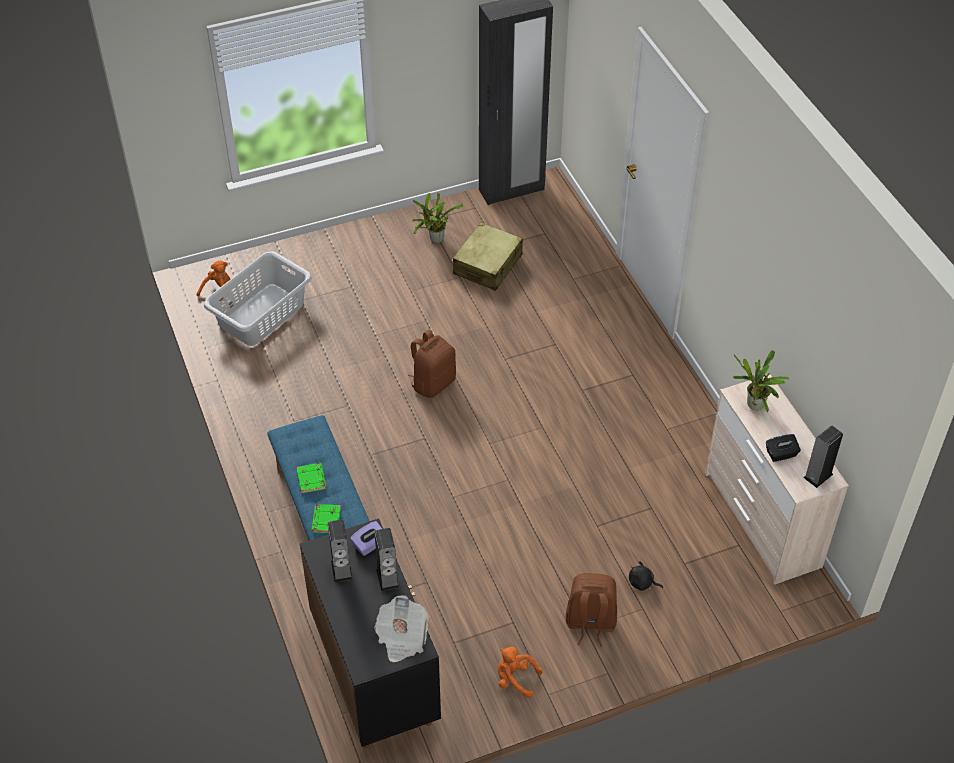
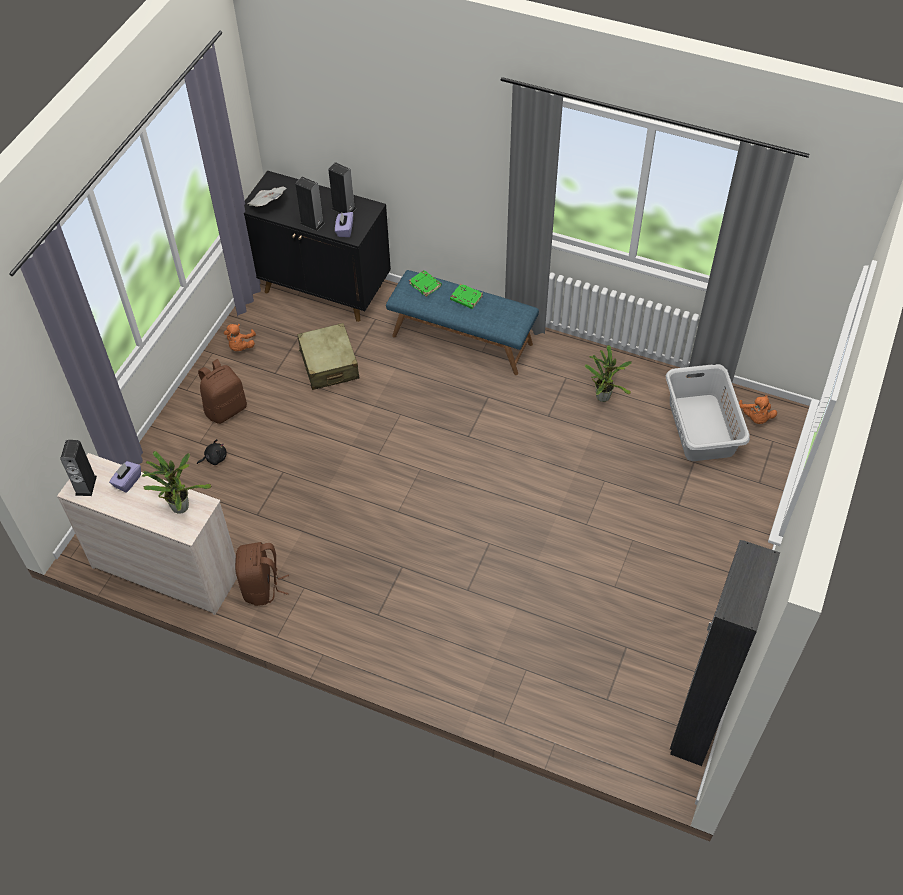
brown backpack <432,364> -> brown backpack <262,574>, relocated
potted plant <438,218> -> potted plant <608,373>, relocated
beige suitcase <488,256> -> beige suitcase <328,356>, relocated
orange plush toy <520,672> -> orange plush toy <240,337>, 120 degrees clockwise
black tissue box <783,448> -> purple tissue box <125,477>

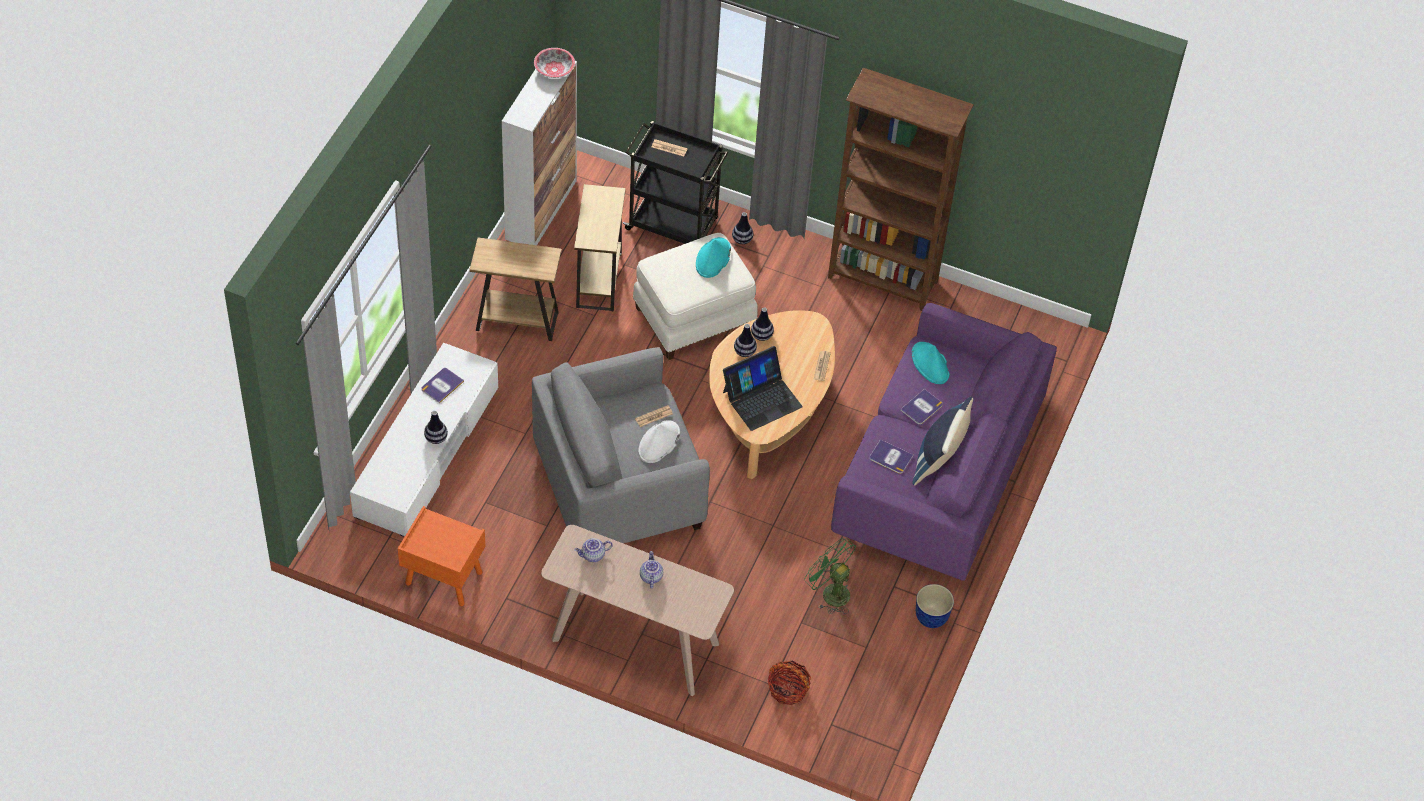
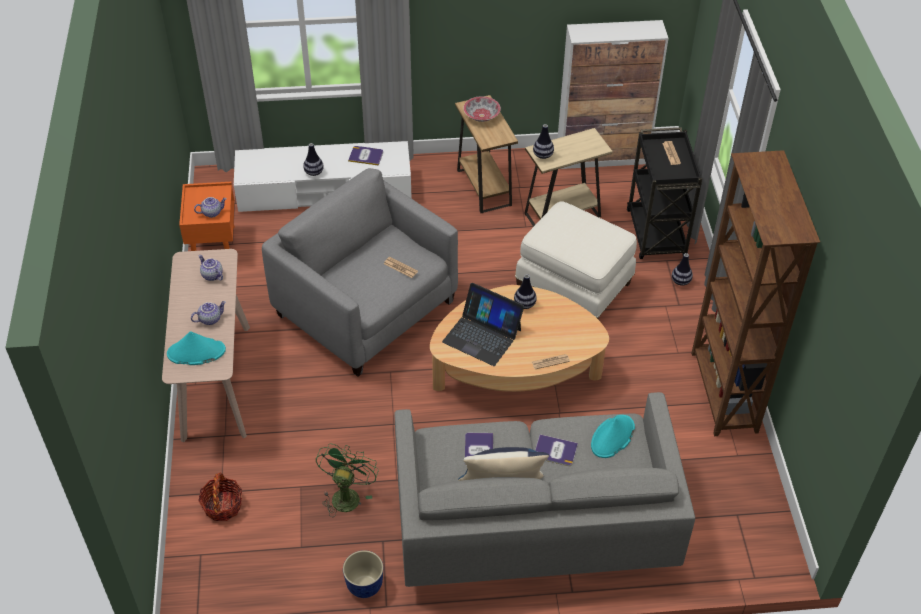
bowl <554,63> -> bowl <482,109>, relocated
white hat <659,441> -> none
turquoise hat <713,257> -> turquoise hat <196,348>, relocated
vase <762,324> -> vase <543,141>, relocated
purple sofa <944,442> -> grey sofa <544,489>
none -> teapot <210,207>

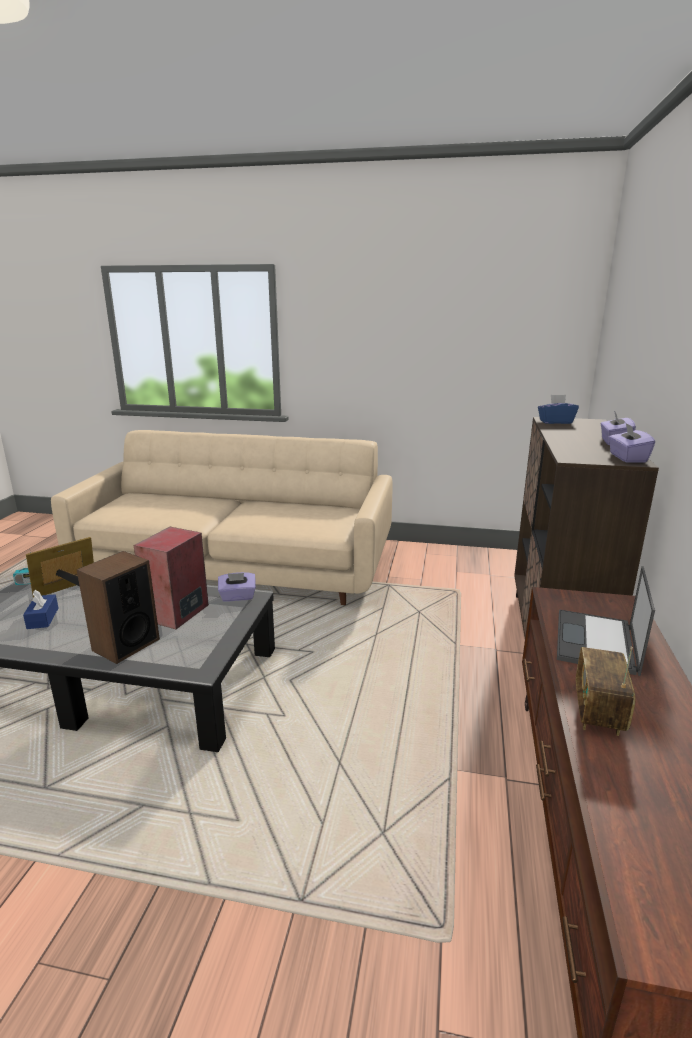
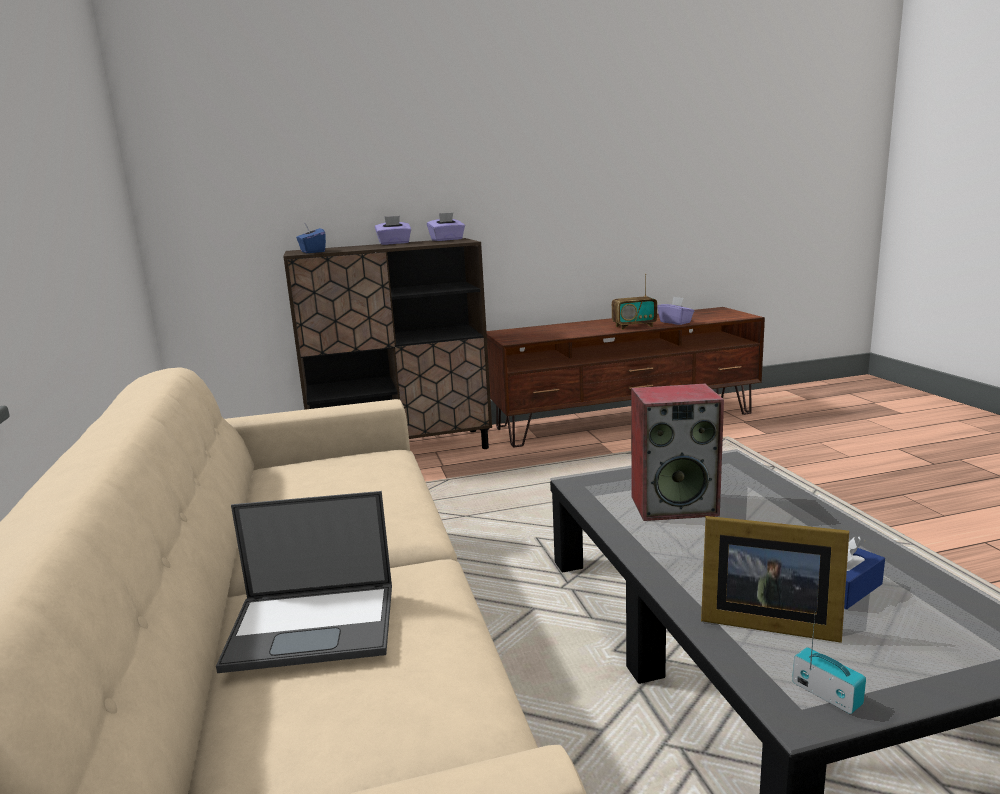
speaker <118,607> -> none
purple tissue box <237,587> -> purple tissue box <675,311>, relocated
laptop <606,621> -> laptop <304,582>, relocated

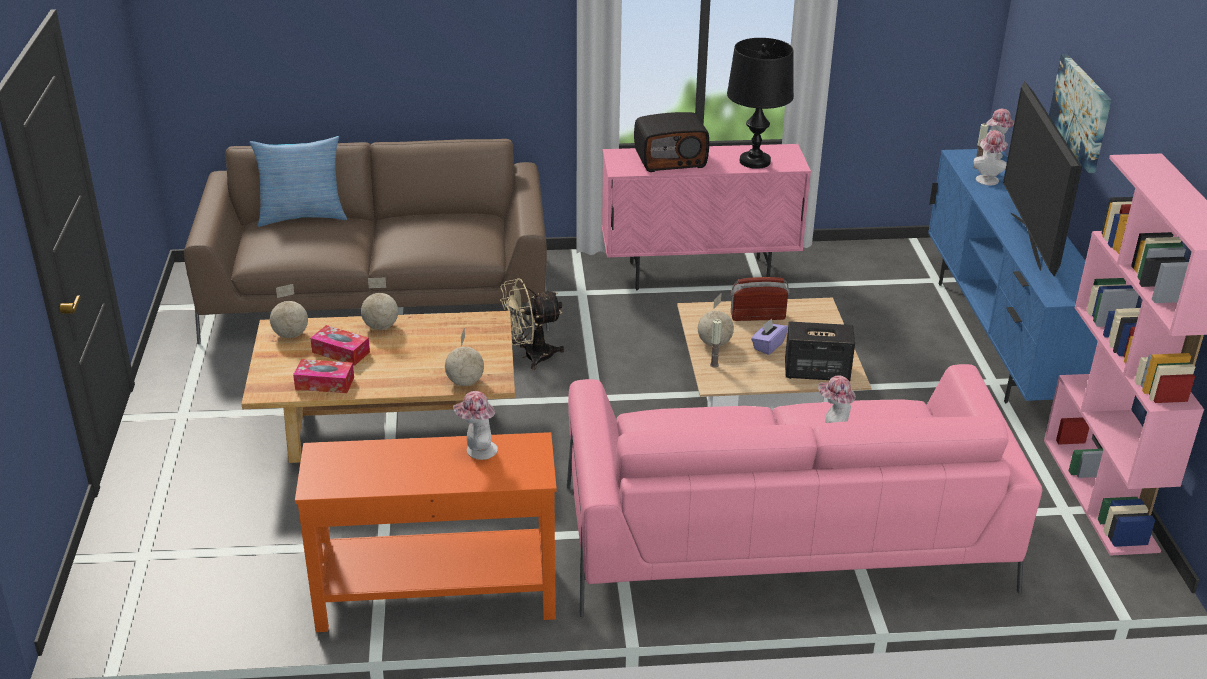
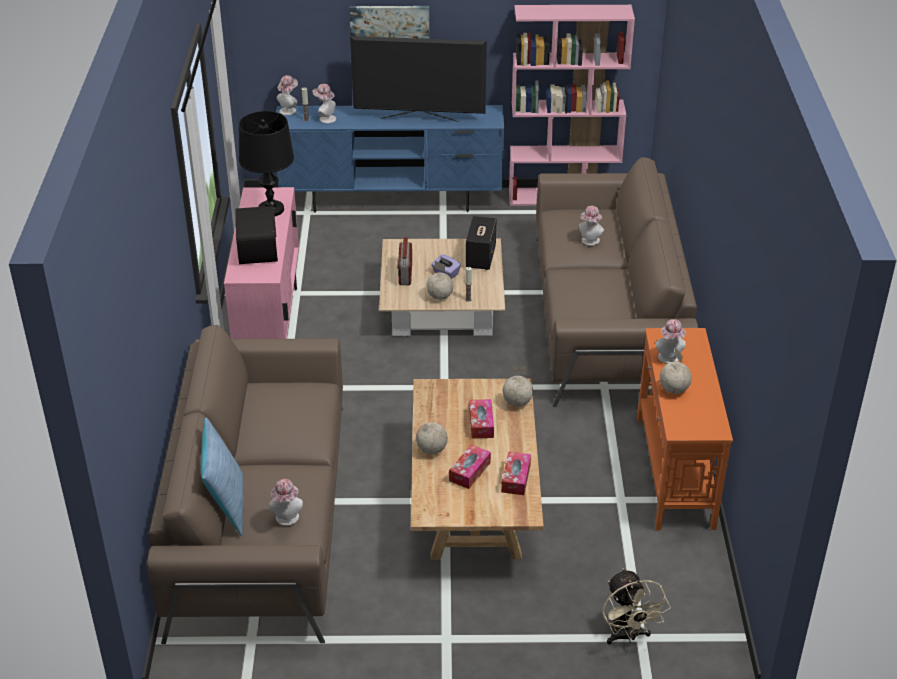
globe <289,311> -> globe <675,370>, relocated
beige fan <532,324> -> beige fan <636,606>, relocated
pink sofa <804,490> -> brown sofa <617,282>
none -> hat <286,502>
none -> tissue box <481,419>

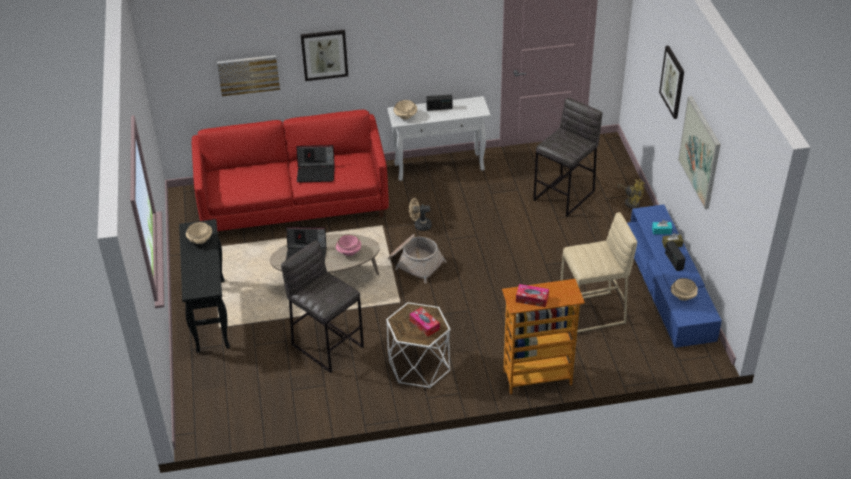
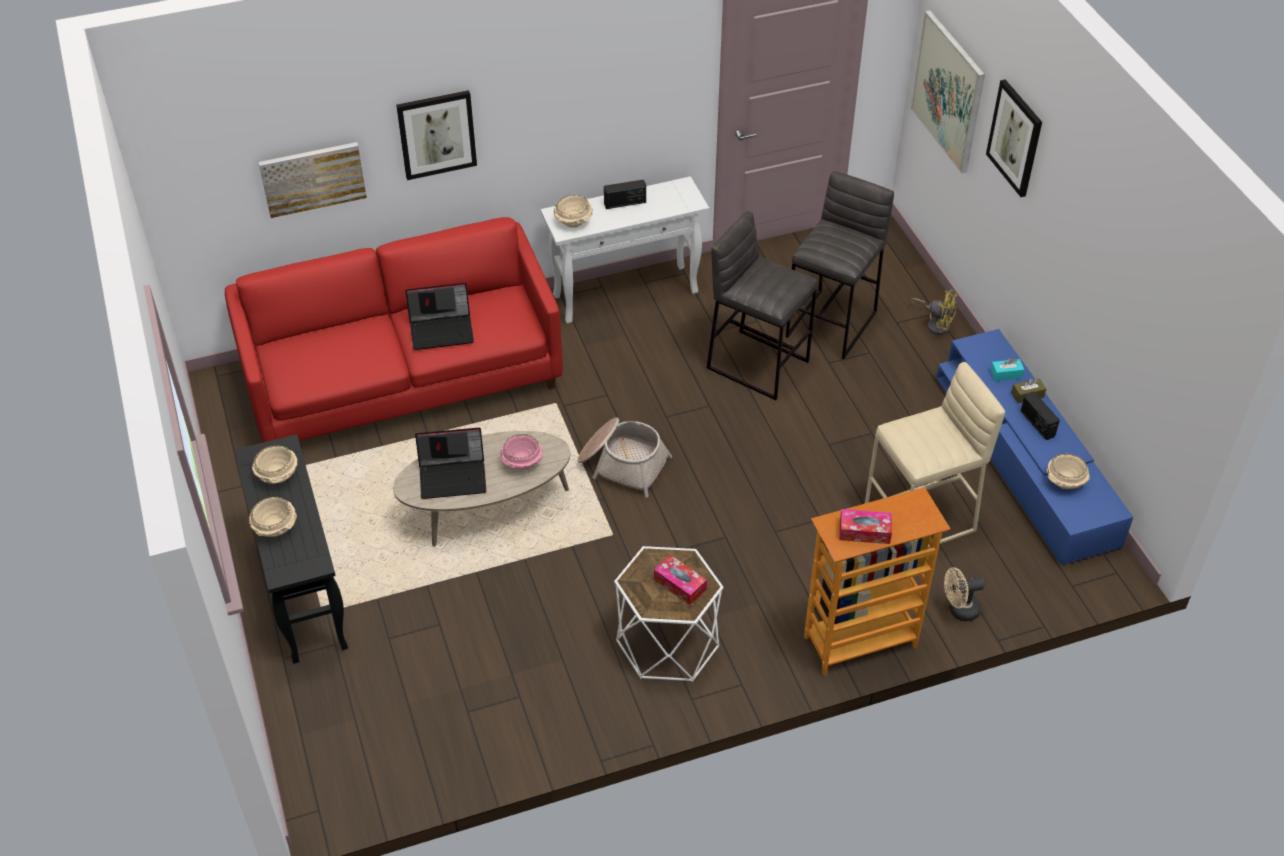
grey stool <322,306> -> grey stool <762,305>, relocated
beige fan <420,214> -> beige fan <964,594>, relocated
picture <699,152> -> picture <948,91>, relocated
none -> beige bowl <273,517>

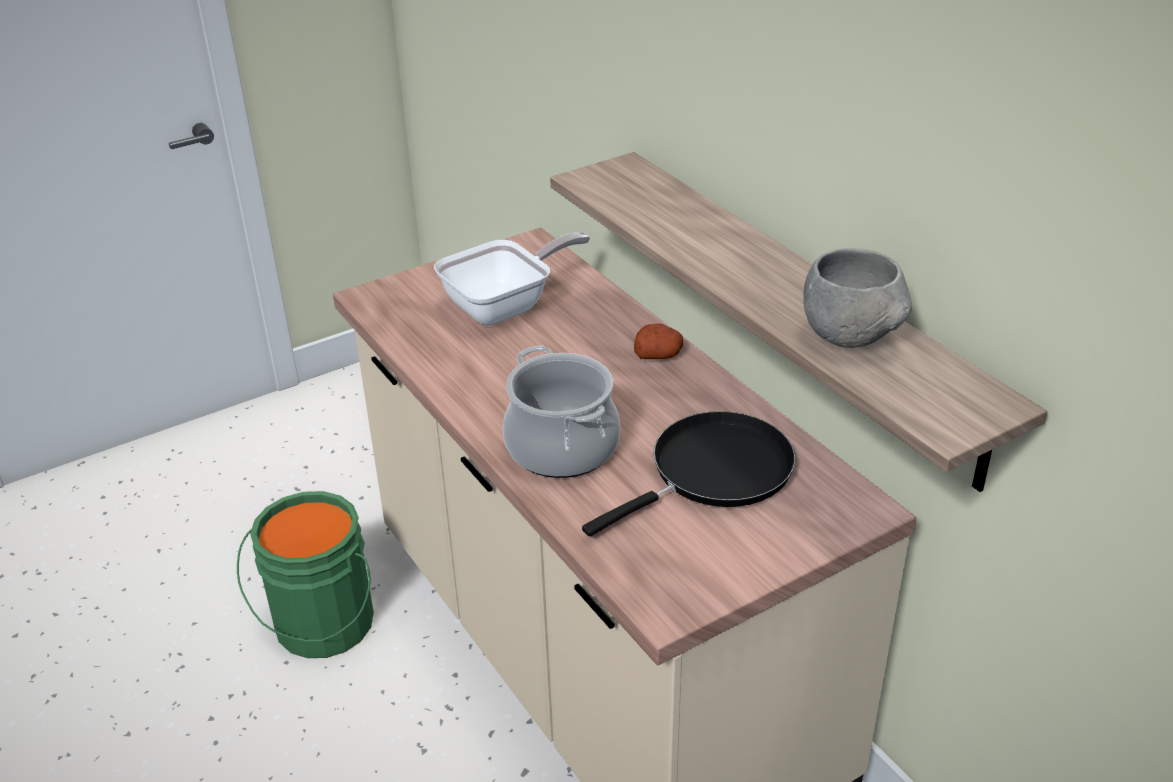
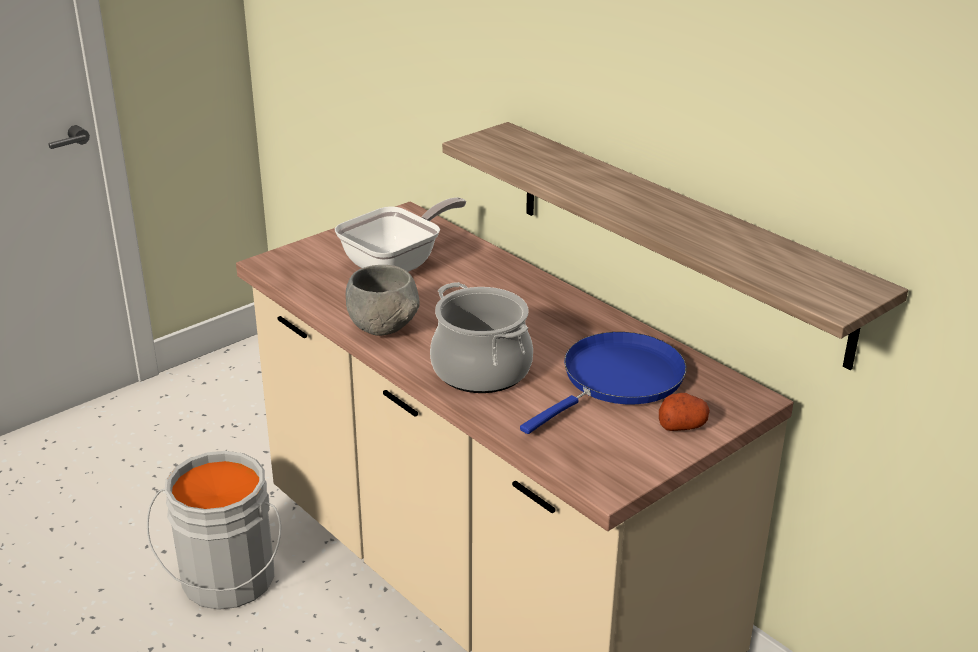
green bucket <305,574> -> grey bucket <214,530>
black frying pan <688,473> -> blue frying pan <603,383>
potato <658,341> -> potato <684,412>, relocated
grey bowl <857,298> -> grey bowl <383,300>, relocated

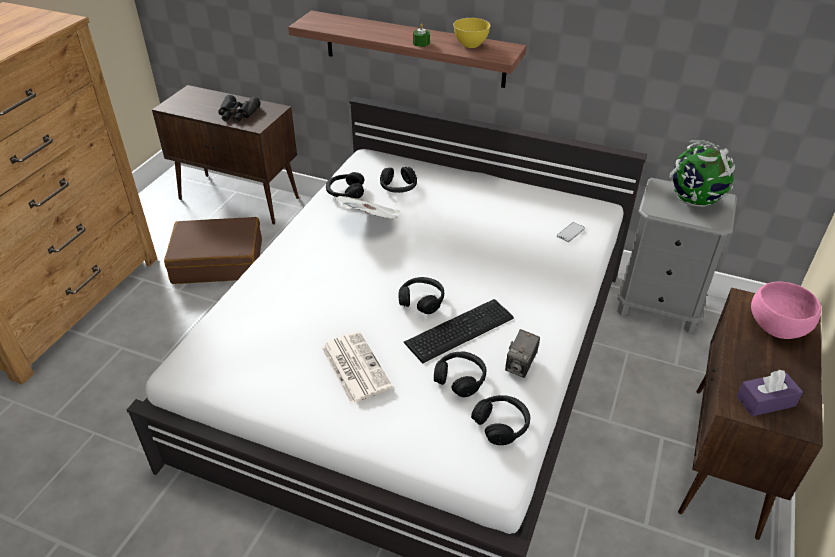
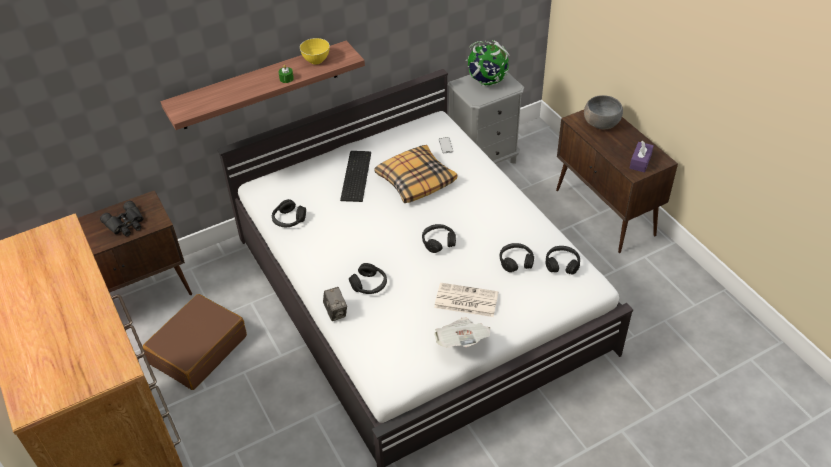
newspaper <368,207> -> newspaper <462,332>, relocated
black headphones <398,180> -> black headphones <368,278>, relocated
keyboard <459,331> -> keyboard <355,176>, relocated
photo camera <522,353> -> photo camera <335,304>, relocated
pink bowl <786,310> -> grey bowl <603,112>
none -> pillow <415,174>

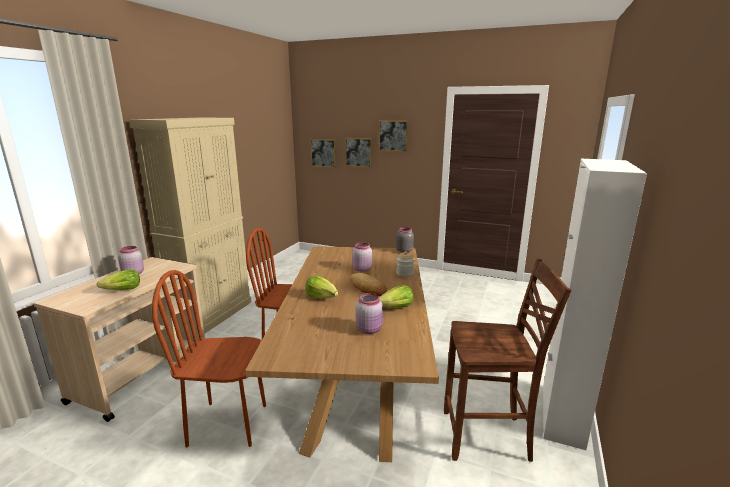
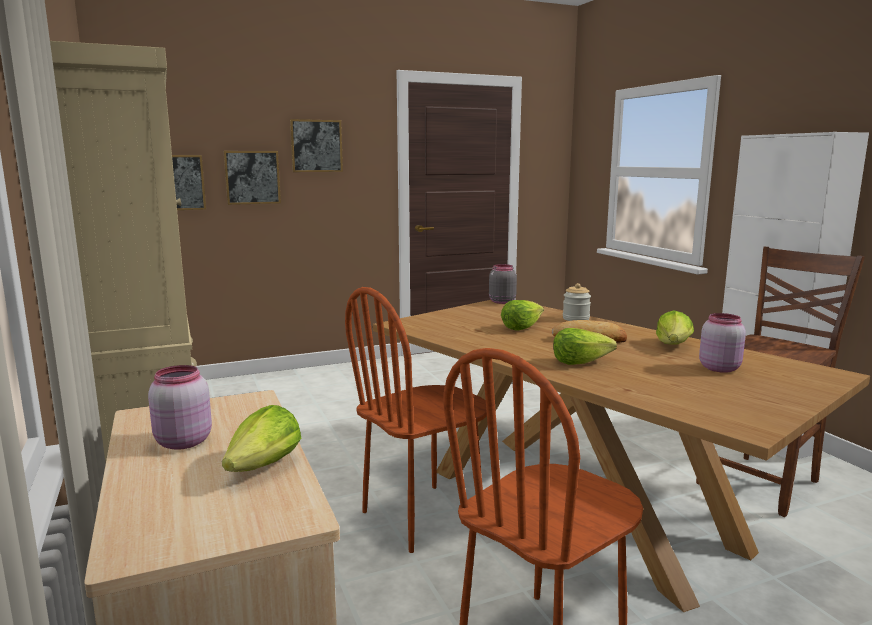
pink jar <362,257> -> lettuce <522,315>

